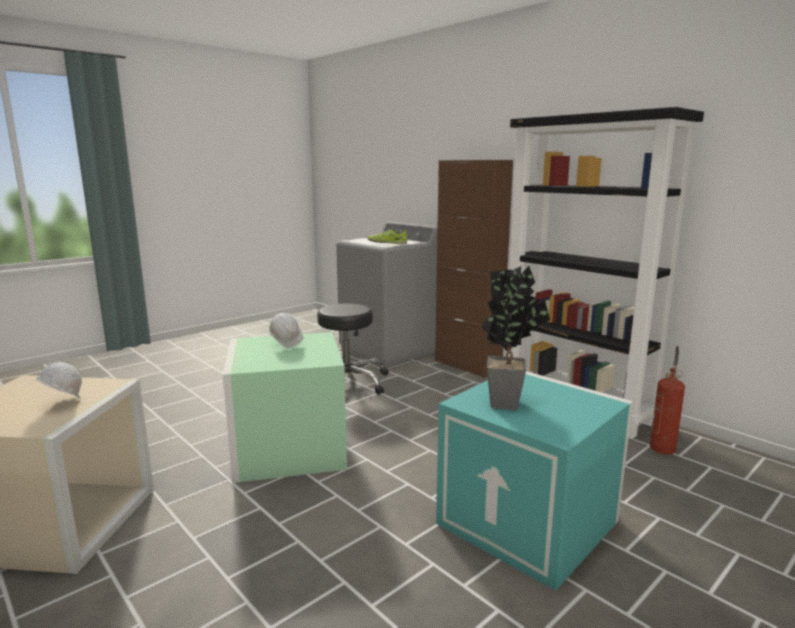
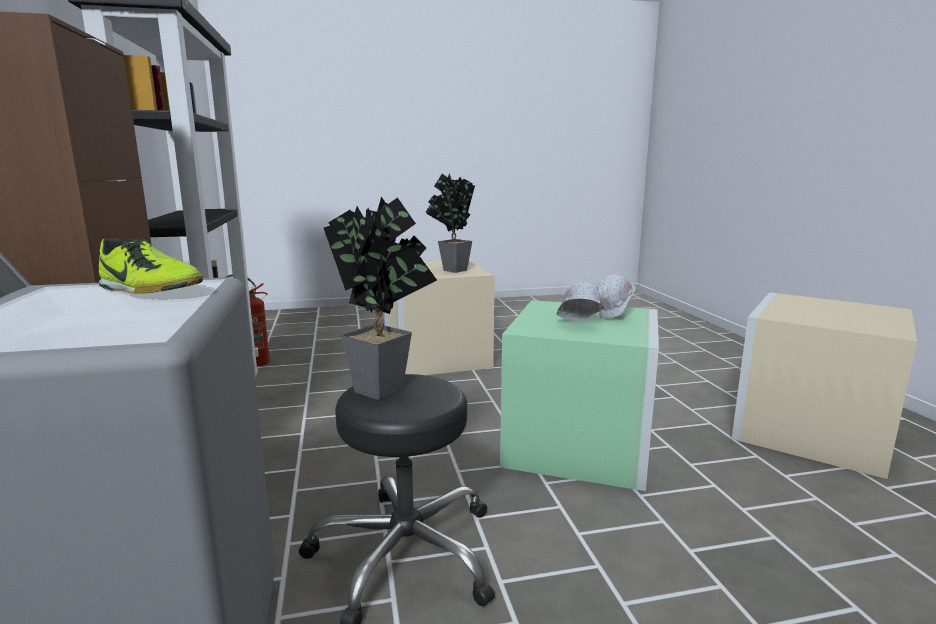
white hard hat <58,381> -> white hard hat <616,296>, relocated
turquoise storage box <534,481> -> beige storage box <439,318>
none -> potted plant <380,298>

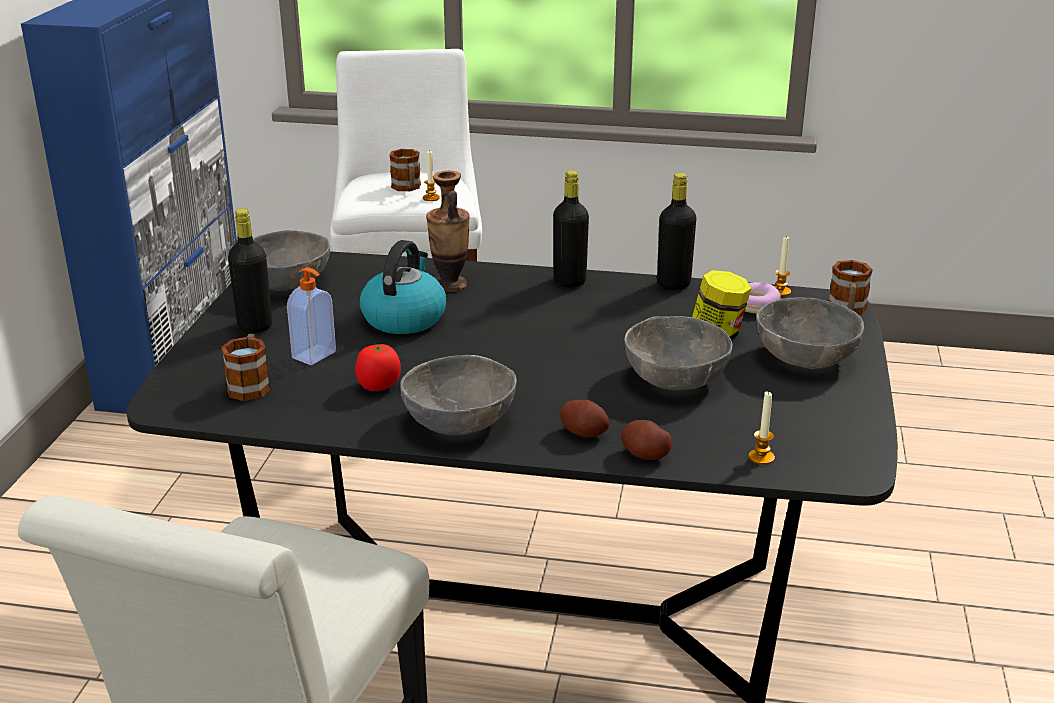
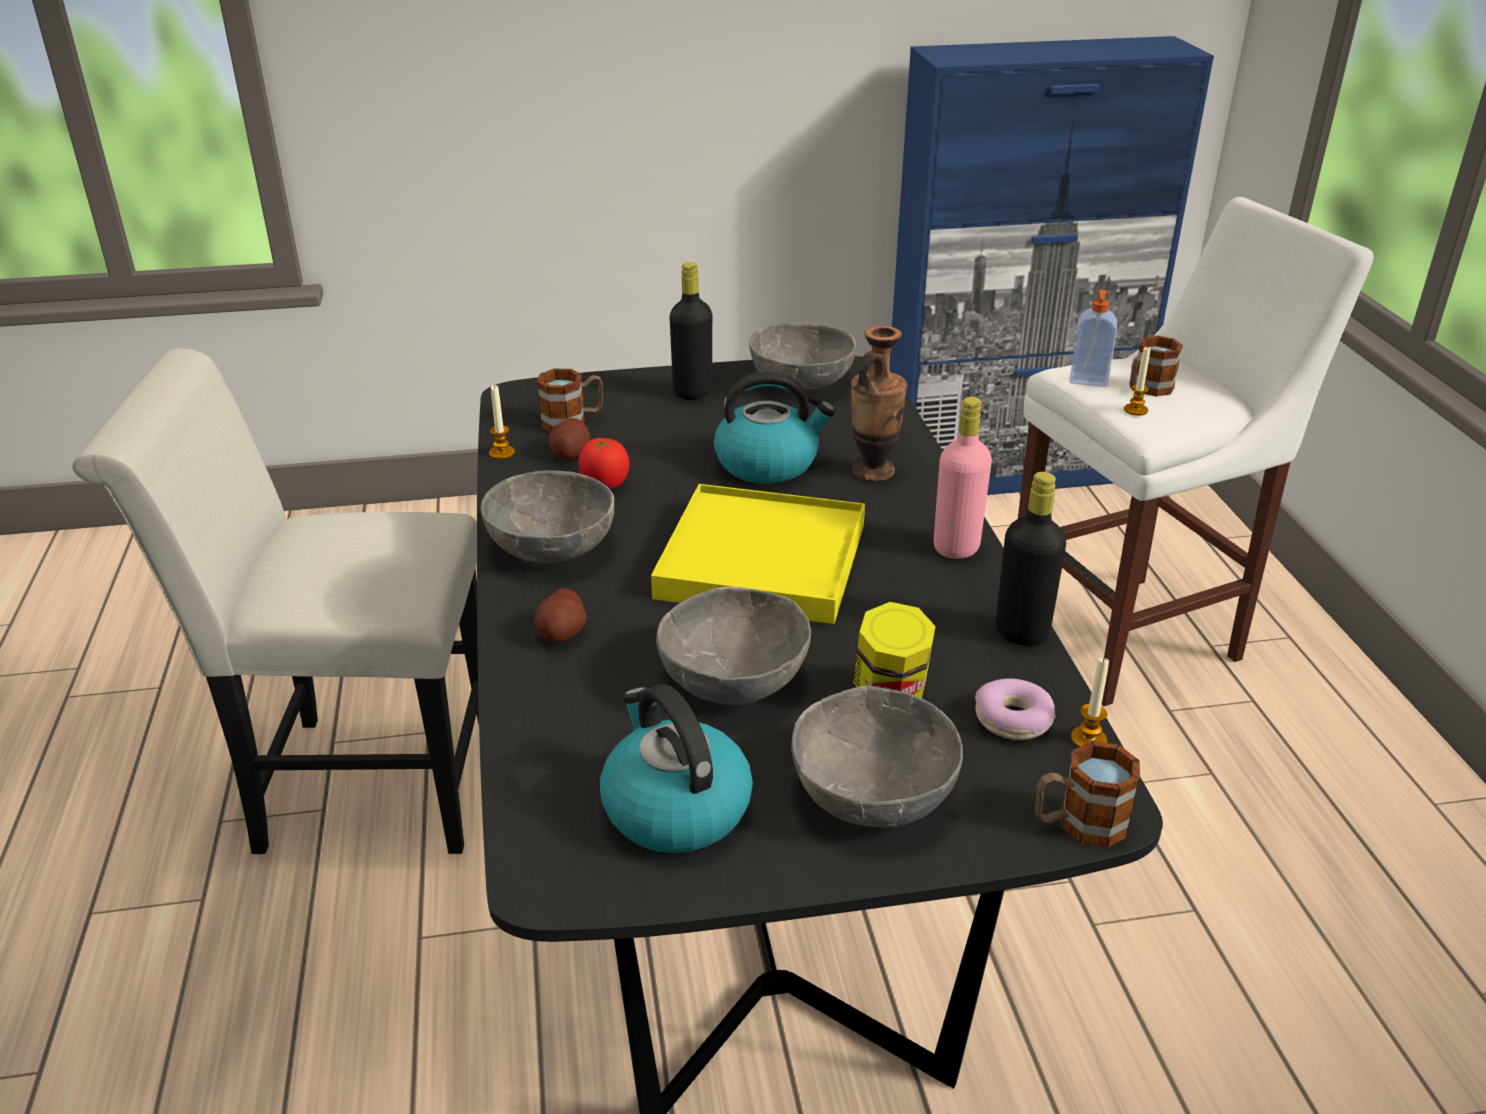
soap dispenser <311,316> -> soap dispenser <1093,338>, relocated
black bottle <571,228> -> pink bottle <963,478>
potato <646,440> -> potato <570,439>, relocated
candle <761,428> -> candle <502,422>, relocated
none -> kettle <676,768>
none -> yellow tray <758,554>

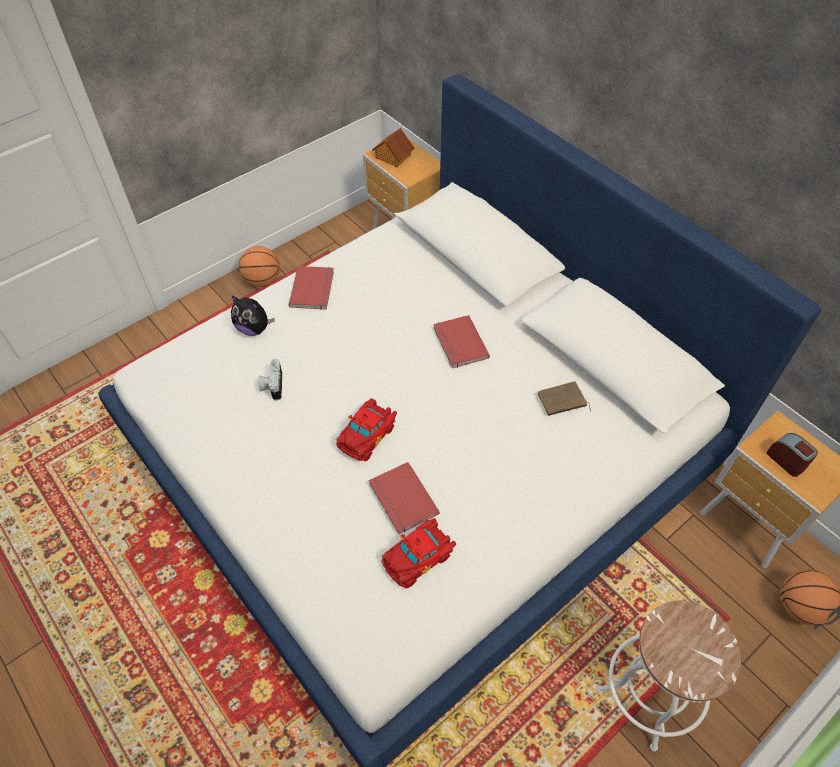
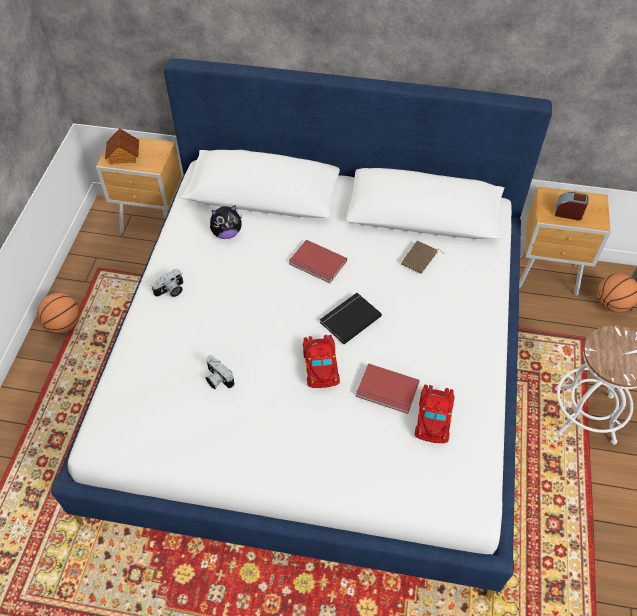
plush toy <252,315> -> plush toy <226,222>, relocated
red book <311,288> -> photo camera <167,283>
none -> black book <351,318>

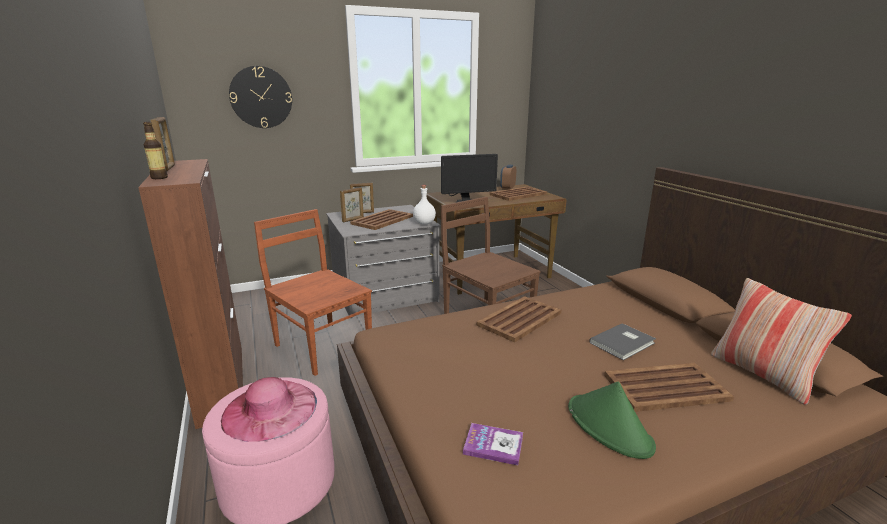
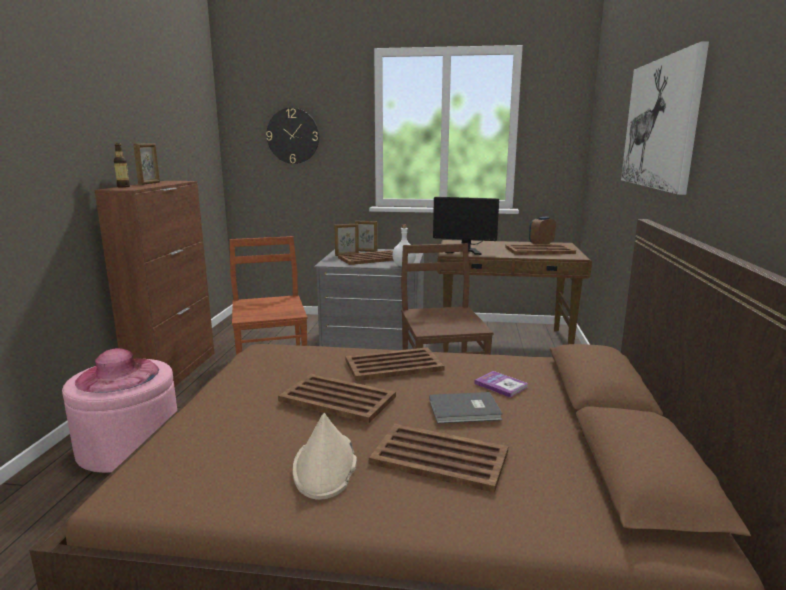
book <493,444> -> book <501,384>, relocated
green hat <612,420> -> beige hat <325,456>
pillow <781,341> -> none
none -> brown tray <337,398>
none -> picture <665,118>

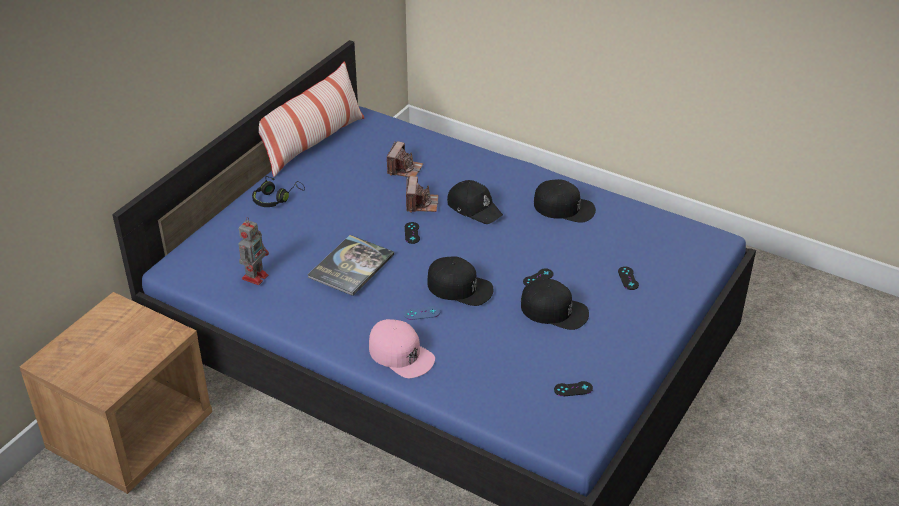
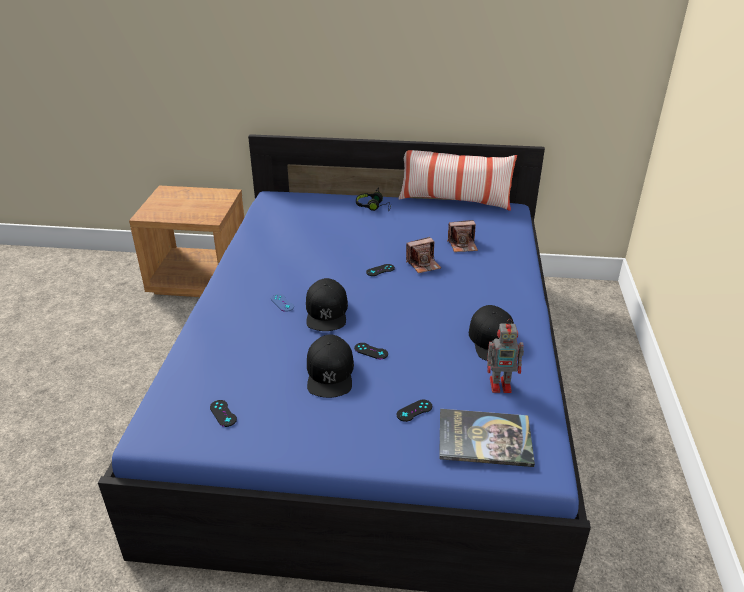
toy robot <253,251> -> toy robot <505,356>, relocated
book <350,265> -> book <487,438>, relocated
pink cap <402,348> -> none
black cap <475,202> -> none

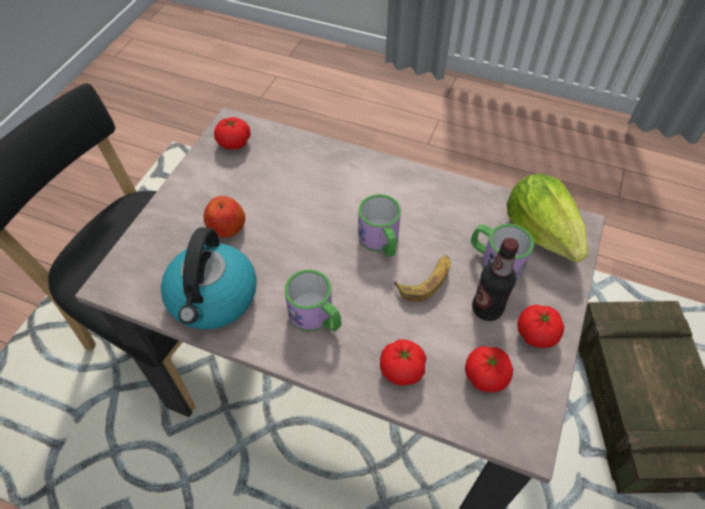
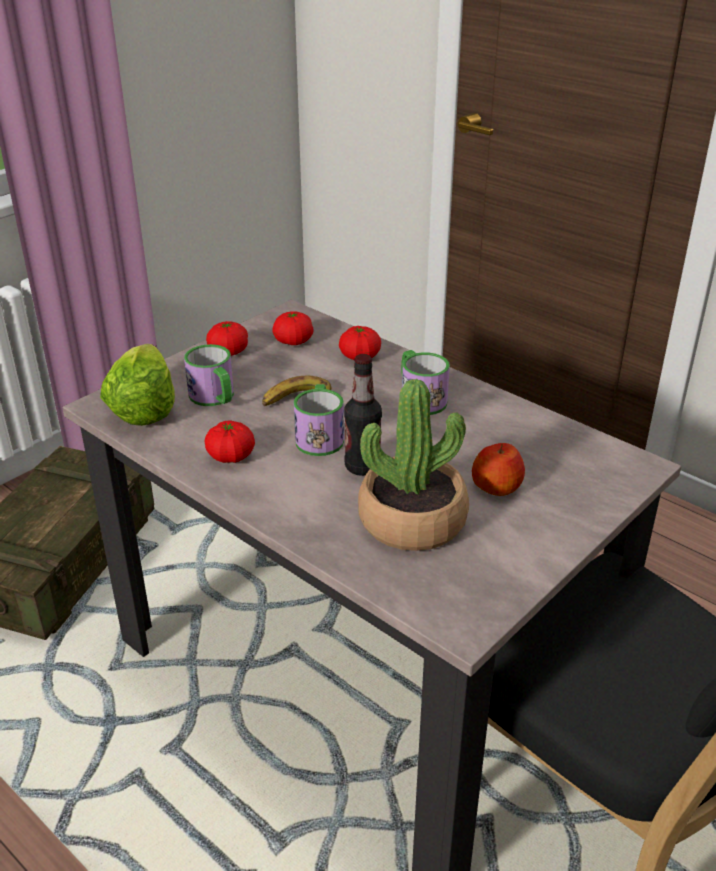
kettle <209,278> -> none
tomato <232,133> -> tomato <230,441>, relocated
bottle <495,279> -> bottle <363,415>, relocated
none -> potted plant <413,465>

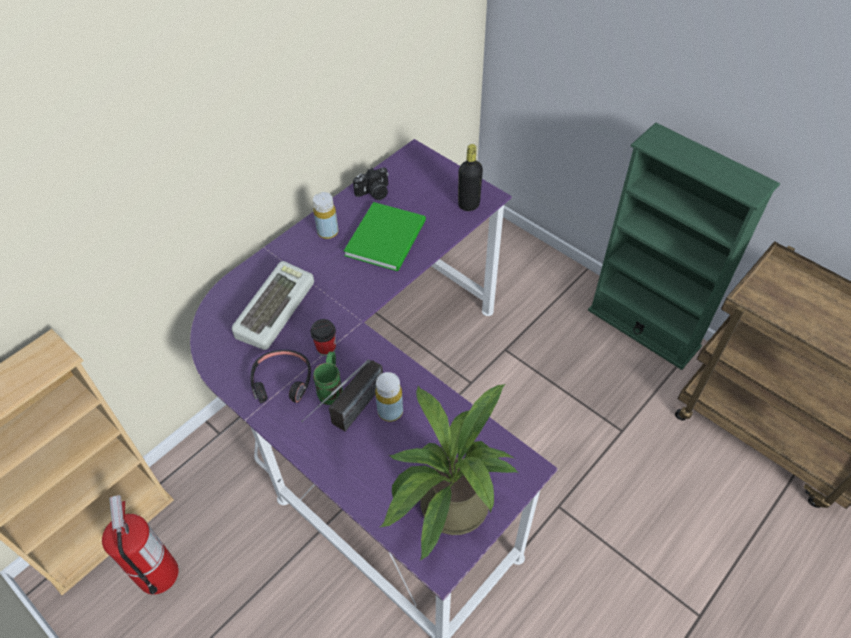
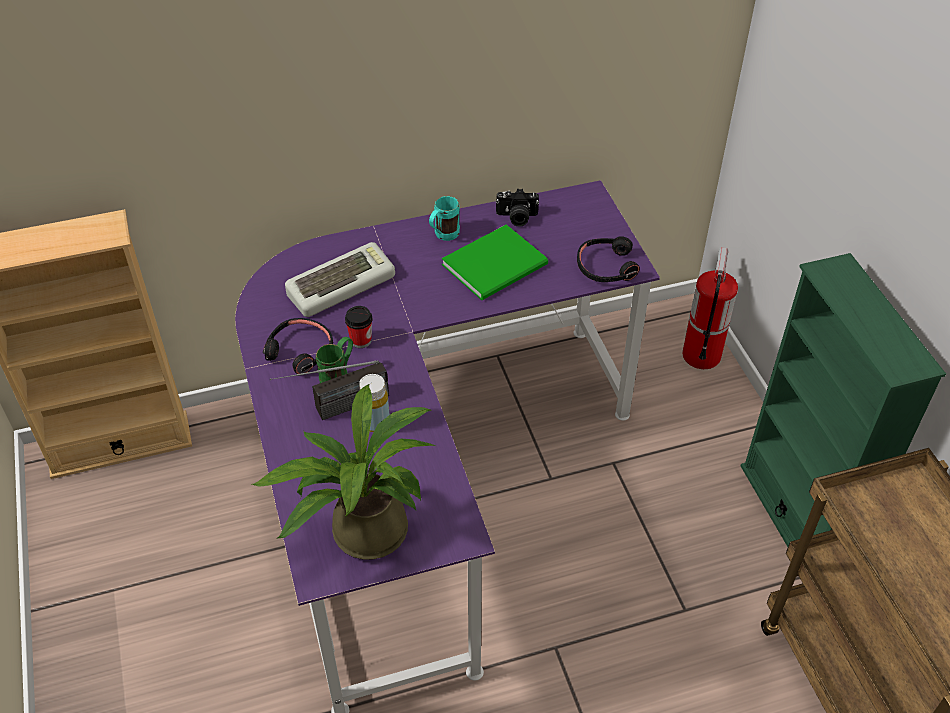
fire extinguisher <140,544> -> fire extinguisher <710,308>, relocated
yellow bottle <326,215> -> turquoise mug <444,218>
black bottle <470,177> -> black headphones <608,259>

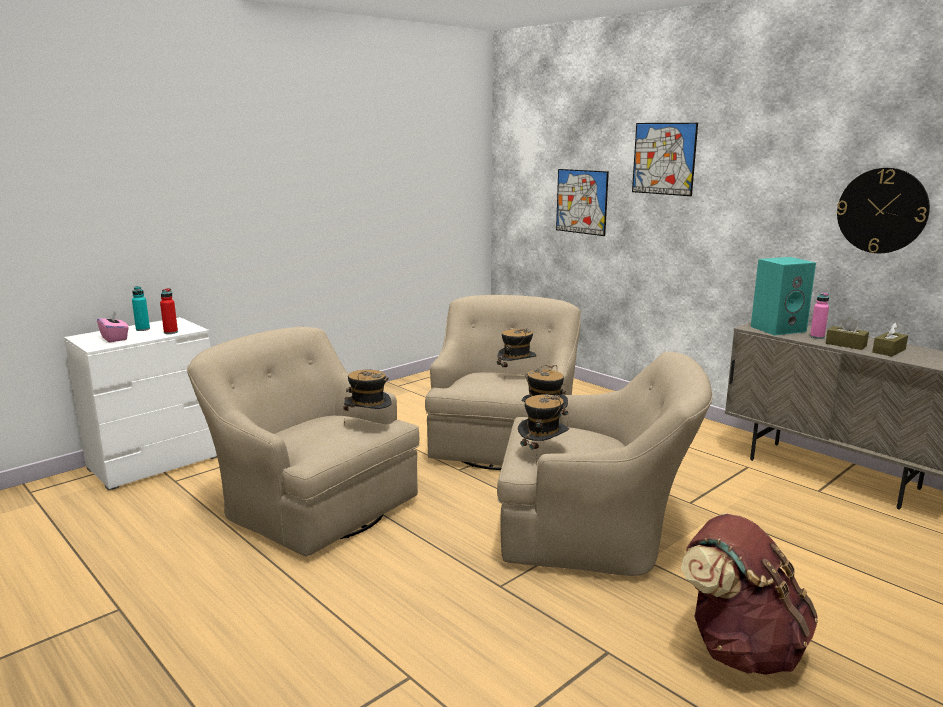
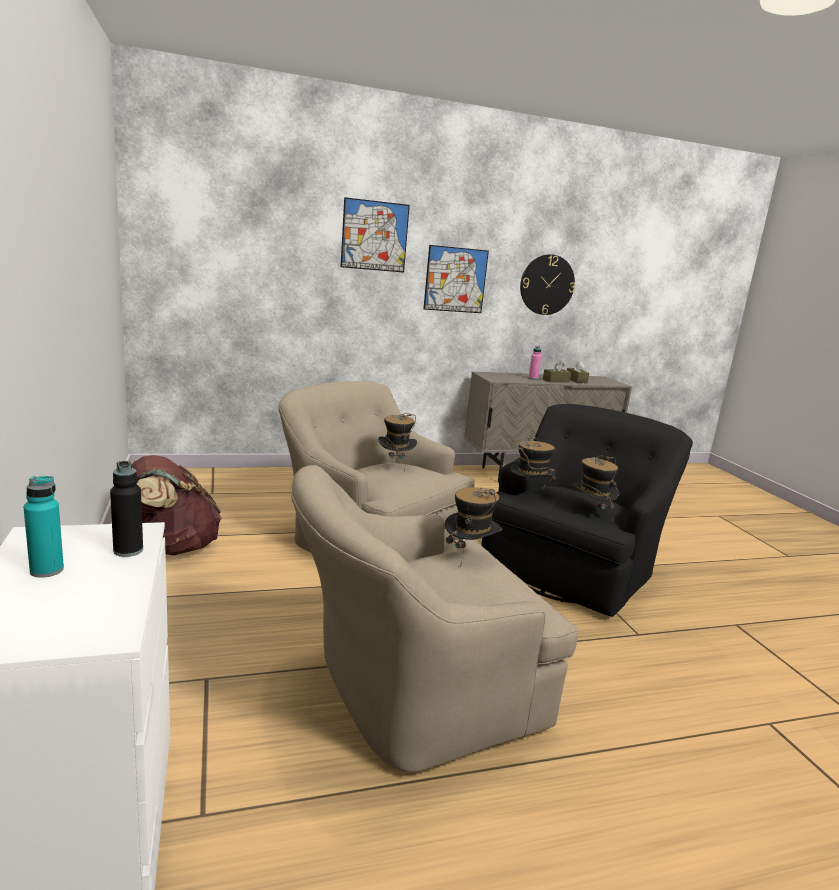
pink tissue box <113,326> -> none
red bottle <169,311> -> black bottle <126,509>
beige armchair <605,464> -> black armchair <587,510>
picture <582,202> -> picture <456,279>, relocated
brown backpack <749,594> -> brown backpack <176,505>, relocated
turquoise speaker <783,296> -> none

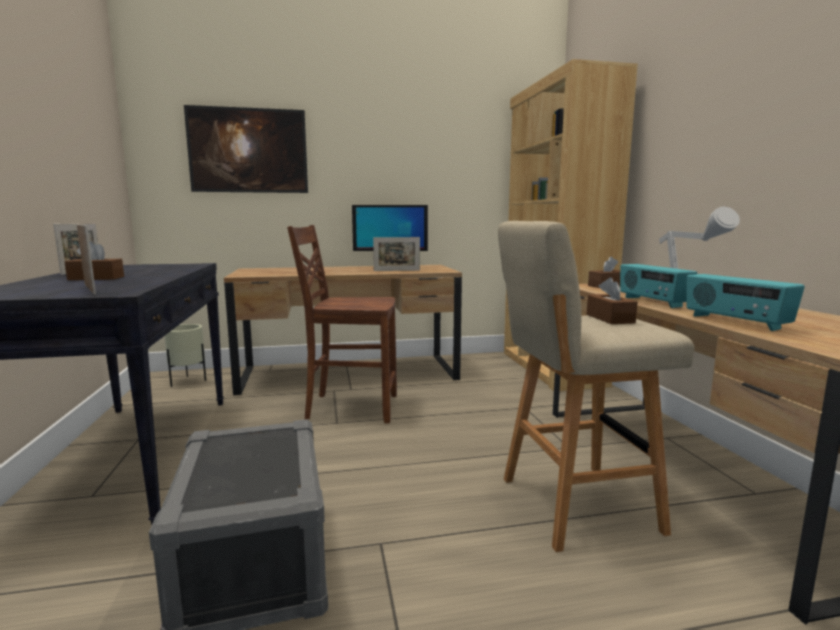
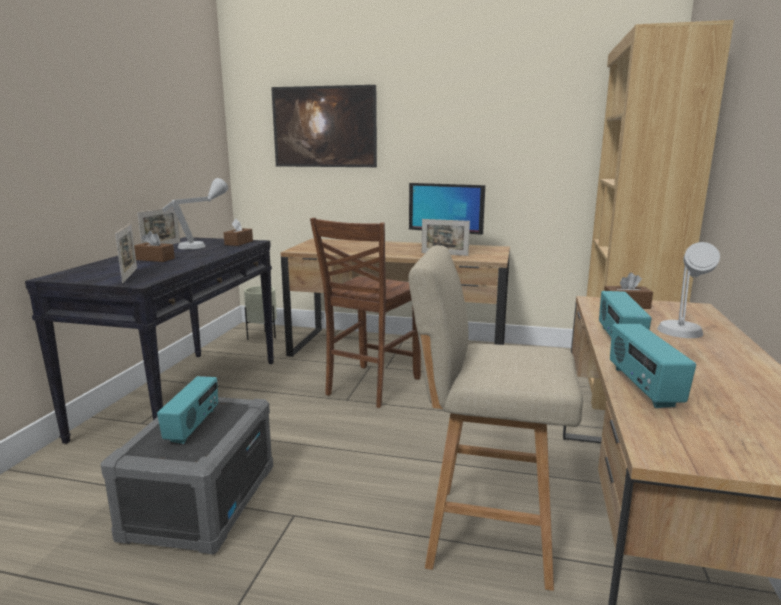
brown chair <342,324> -> brown chair <365,313>, 90 degrees counterclockwise
brown tissue box <612,300> -> brown tissue box <238,232>, relocated
none -> radio <187,410>
none -> grey table lamp <195,213>

